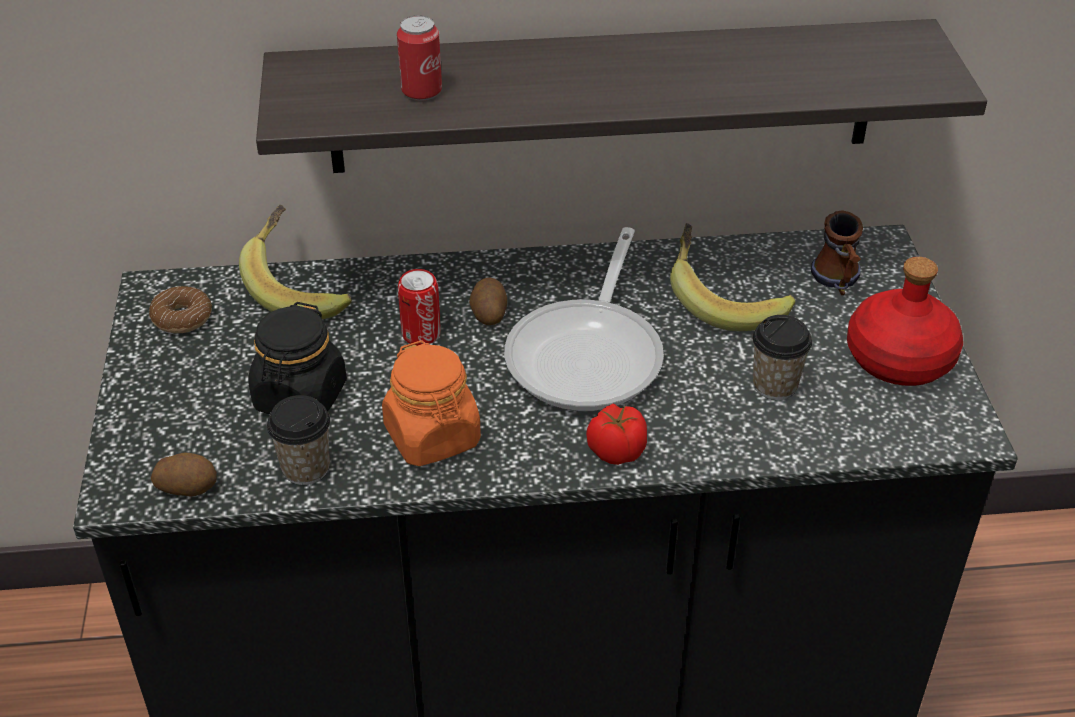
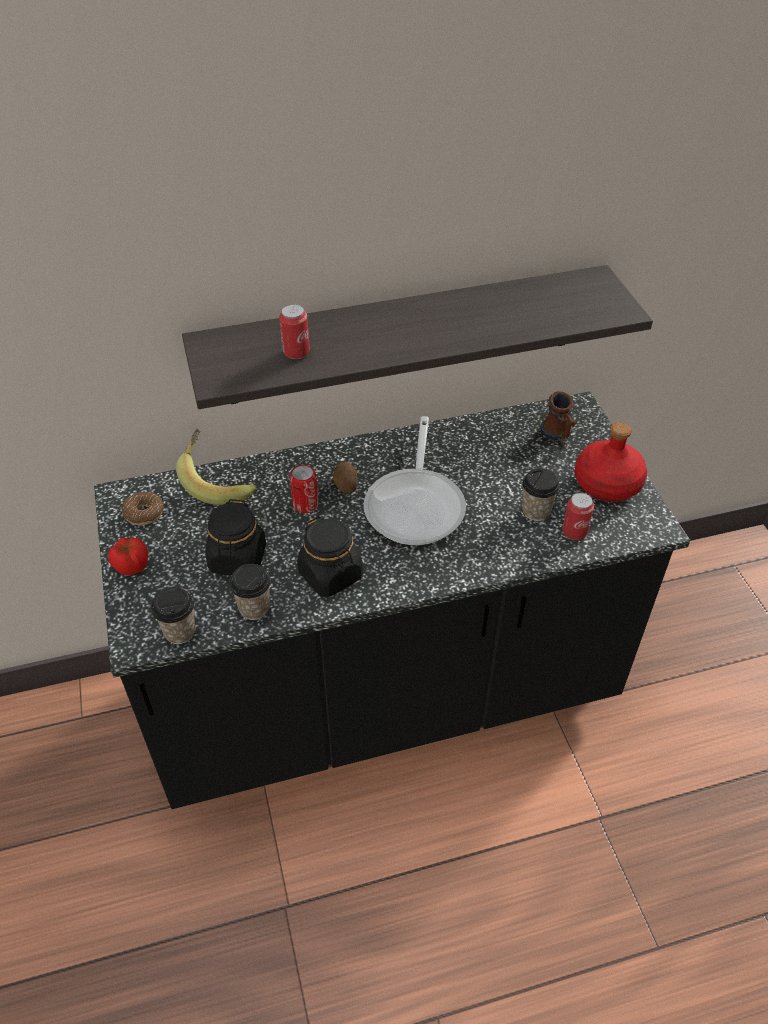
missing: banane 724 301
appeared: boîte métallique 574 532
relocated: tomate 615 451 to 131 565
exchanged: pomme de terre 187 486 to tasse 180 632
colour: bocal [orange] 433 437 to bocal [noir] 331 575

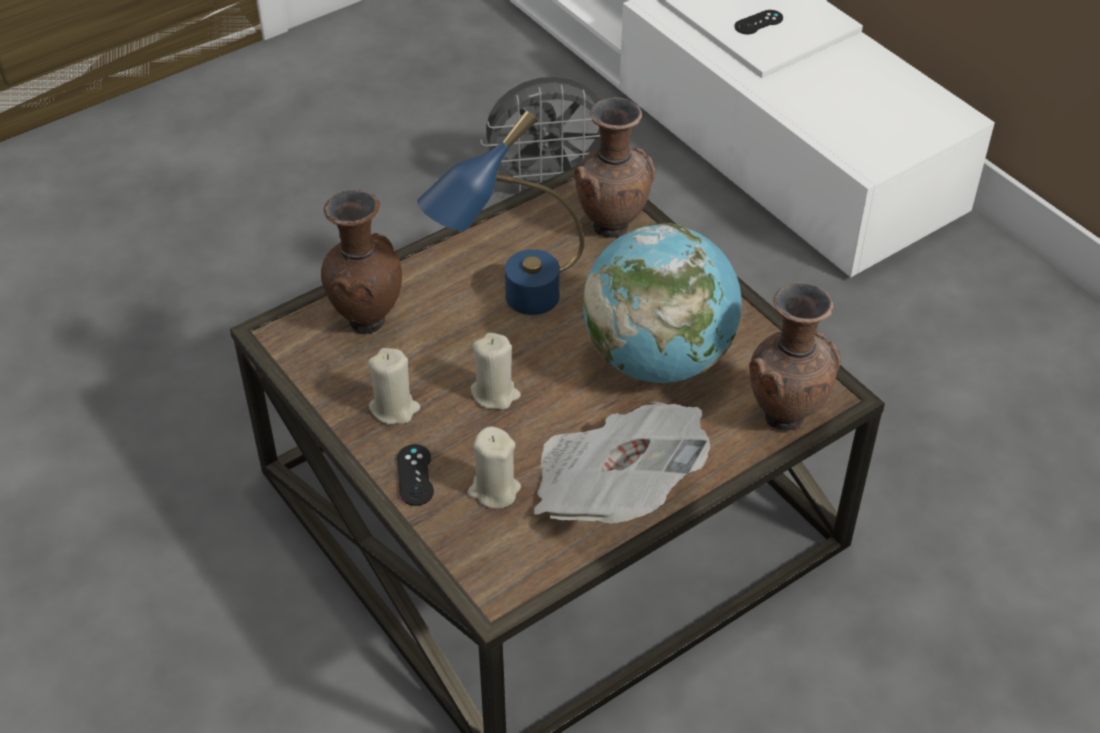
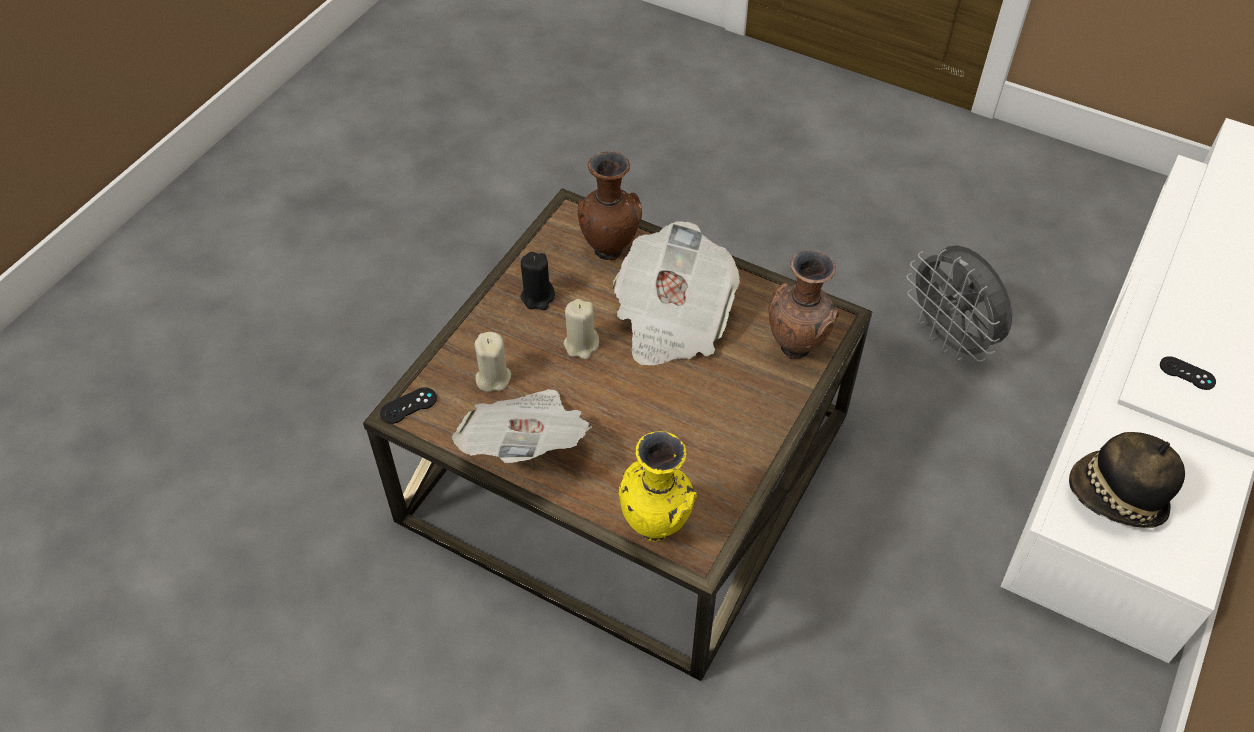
missing: globe 658 358
appeared: chapeau 1116 497
relocated: manette [noir] 415 475 to 408 406
exchanged: lampe de table [bleu] 508 306 to journal 671 319
colour: bougie [beige] 394 408 to bougie [noir] 538 297; vase [marron] 784 415 to vase [jaune] 657 527

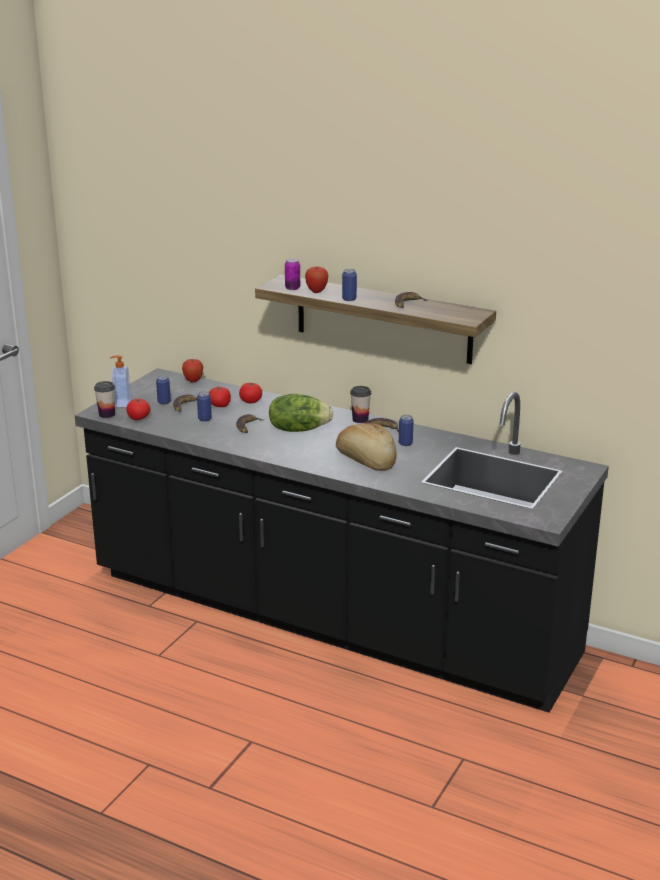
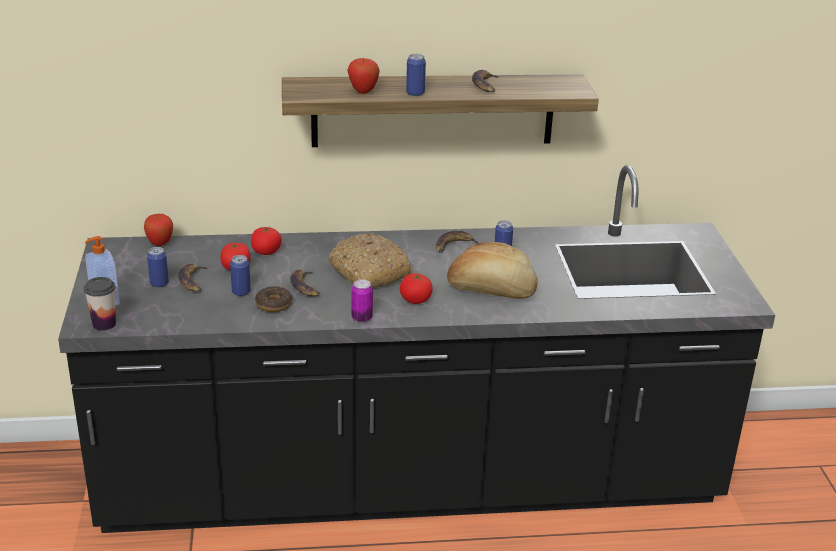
missing: tasse 360 419
appeared: beignet 274 304
relocated: tomate 138 418 to 415 300; boîte métallique 292 288 to 361 318
exchanged: laitue 298 429 to pain 368 272

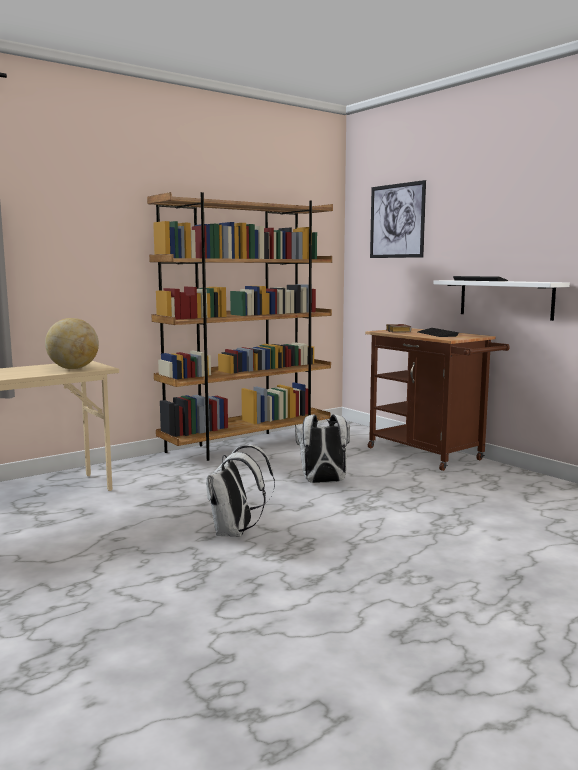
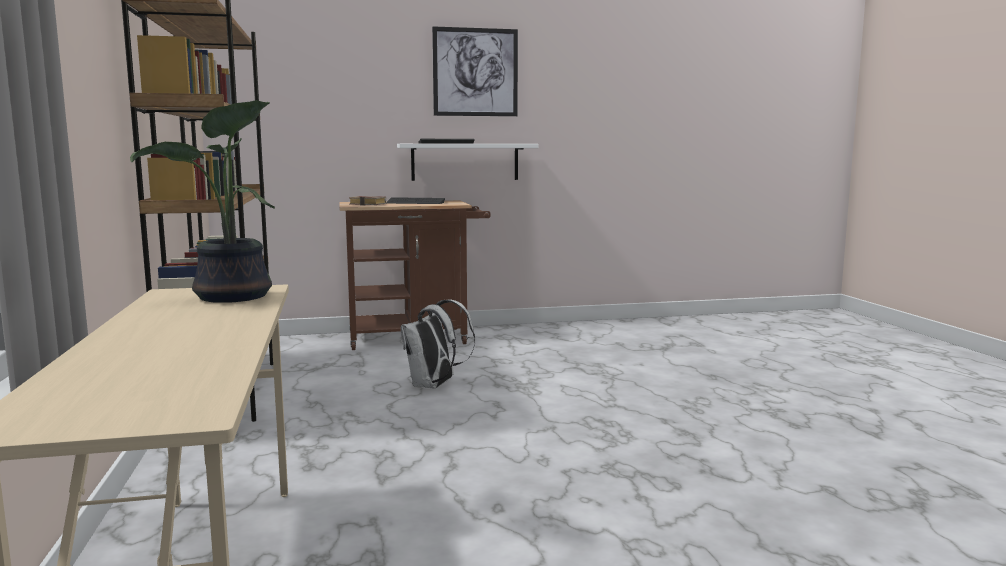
missing: sac à dos [blanc] 235 533
relocated: tableau 397 221 to 475 72
exchanged: globe 73 368 to plante en pot 231 297

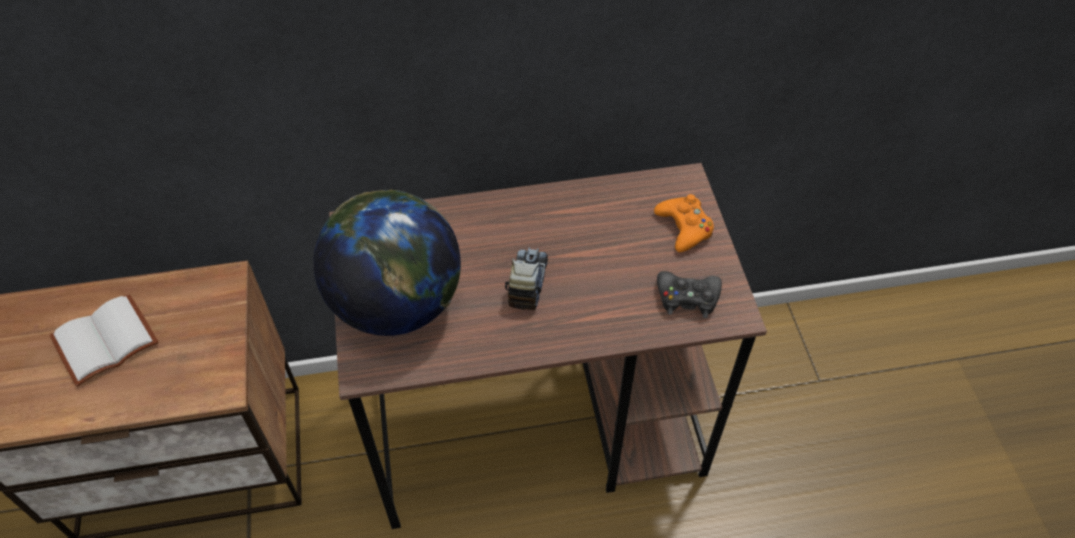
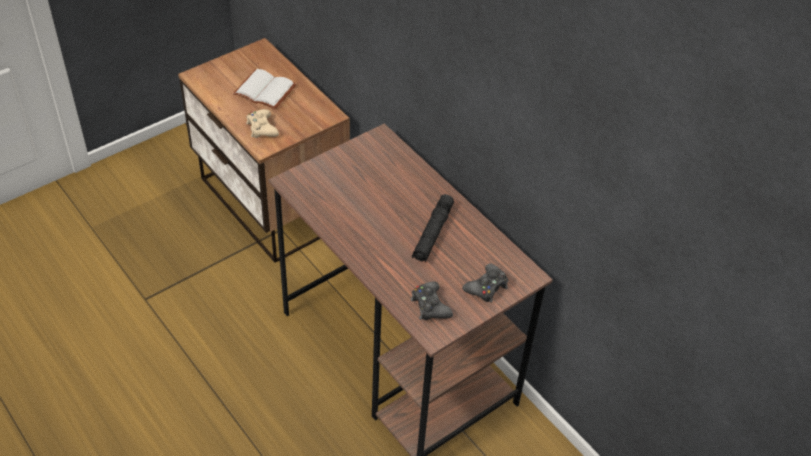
missing: globe 397 304; camion jouet 527 283
appeared: manette [beige] 262 128; lampe de poche [noir] 433 233
colour: manette [orange] 684 228 to manette [noir] 486 287

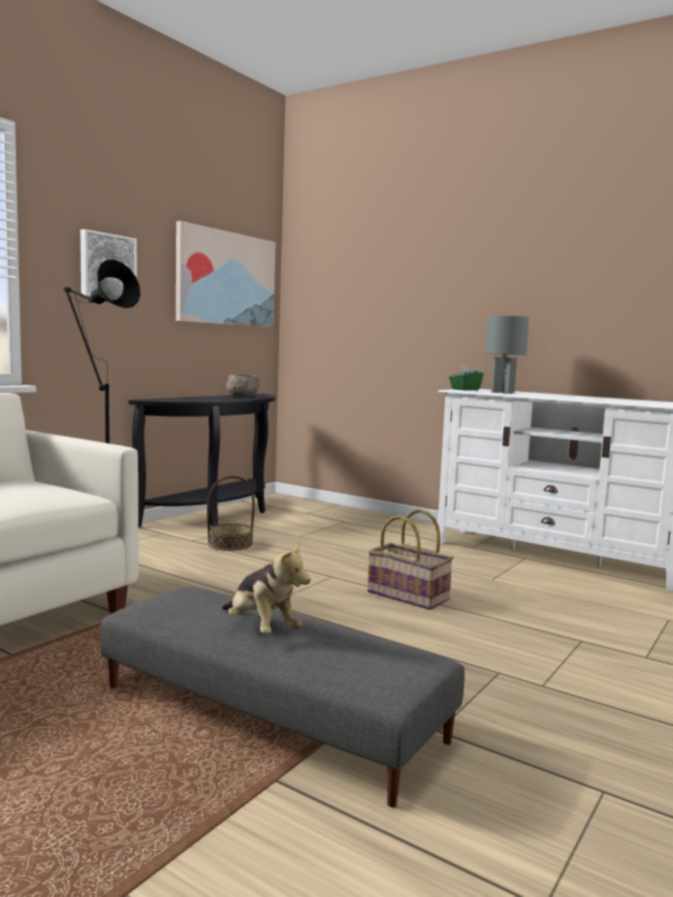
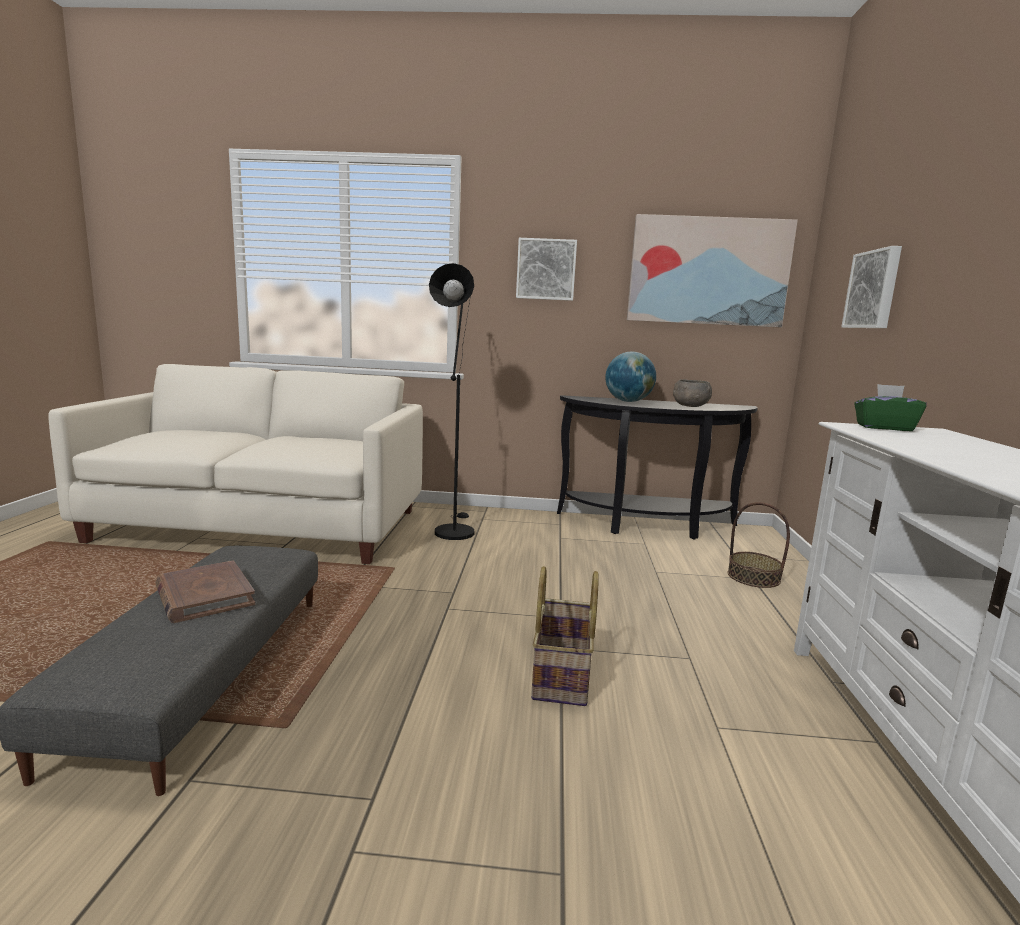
missing: lampe de table [gris] 502 392
appeared: globe 628 401; tableau 874 290
relocated: panier 230 544 to 753 577
exchanged: peluche 261 629 to livre [marron] 204 596

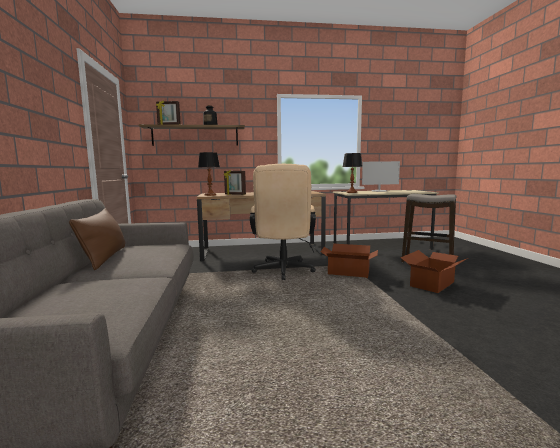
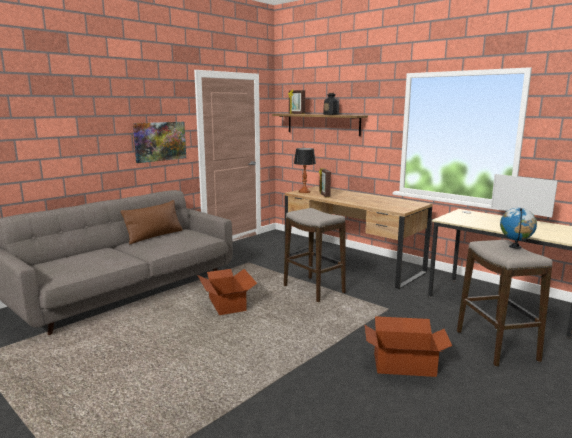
missing: lampe de table 352 192
appeared: tableau 160 141; globe 515 247
relocated: carton 348 272 to 227 304
exchanged: chaise de bureau [beige] 283 271 to tabouret 313 289

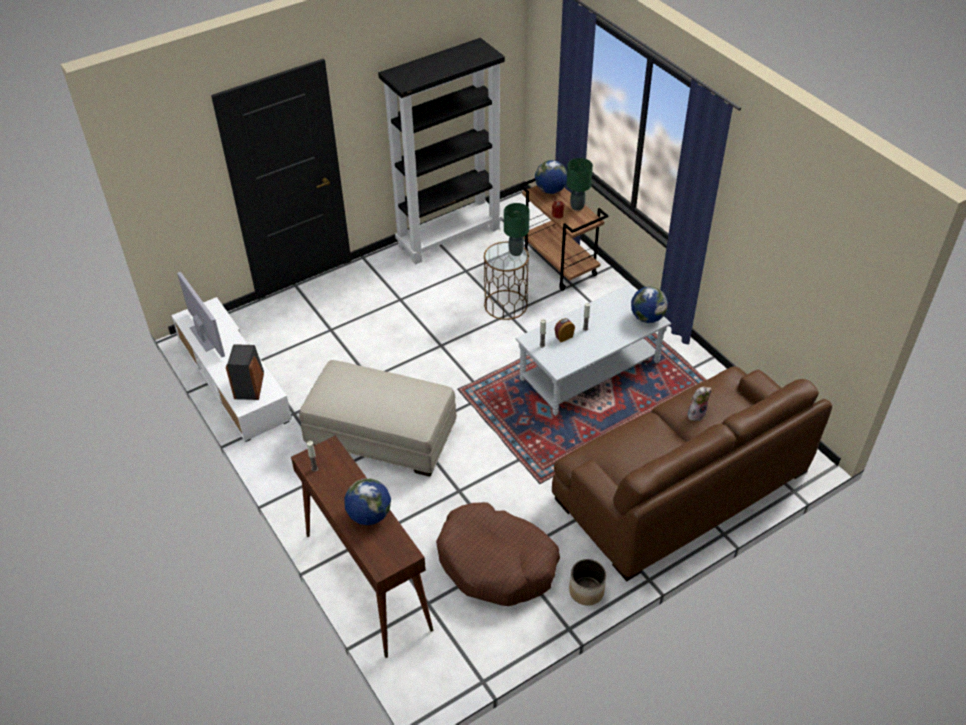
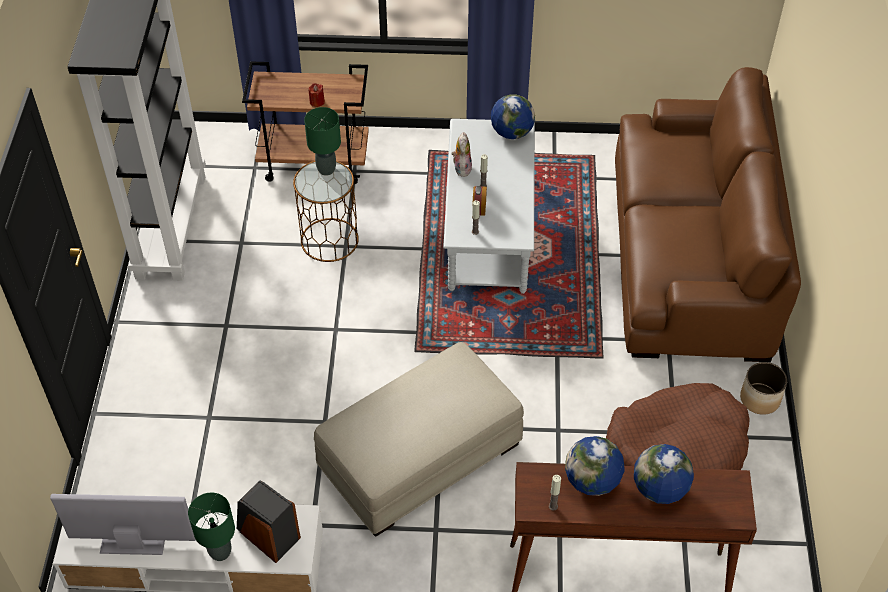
relocated: globe 550 190 to 592 481; lampe de table [vert] 577 207 to 220 552; peluche 696 413 to 461 168

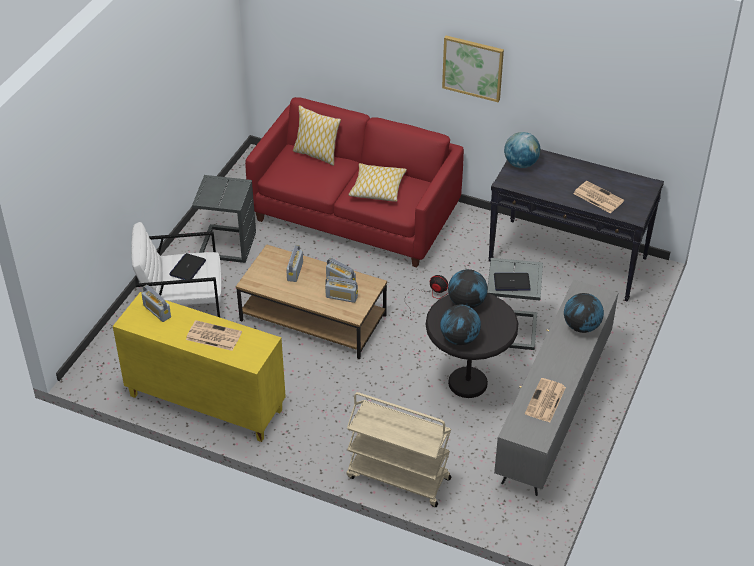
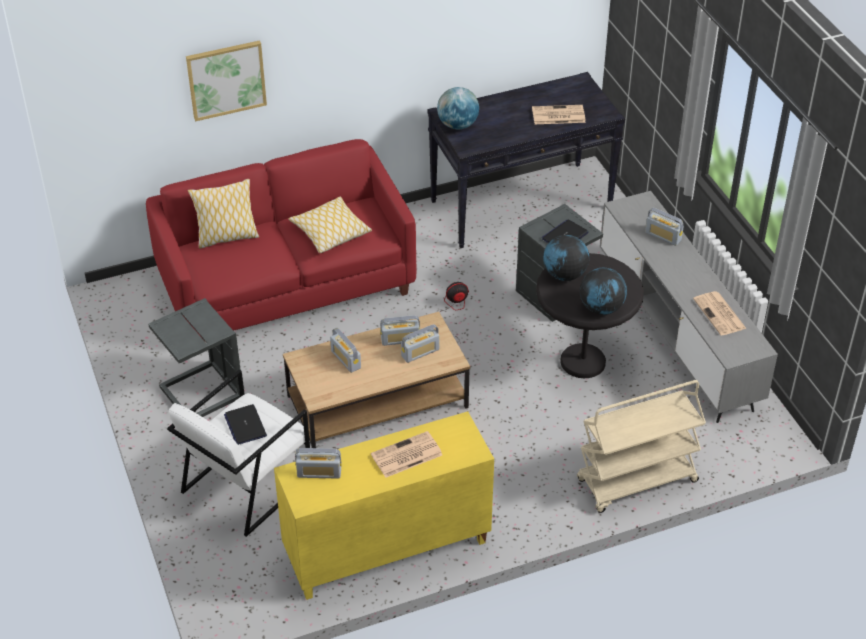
relocated: tableau 473 67 to 226 79
exchanged: globe 581 327 to radio 663 236

